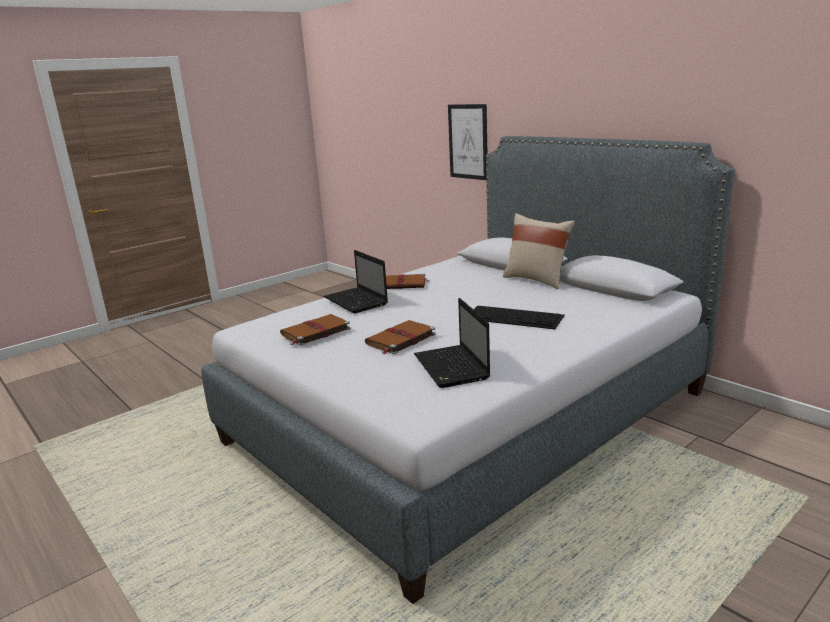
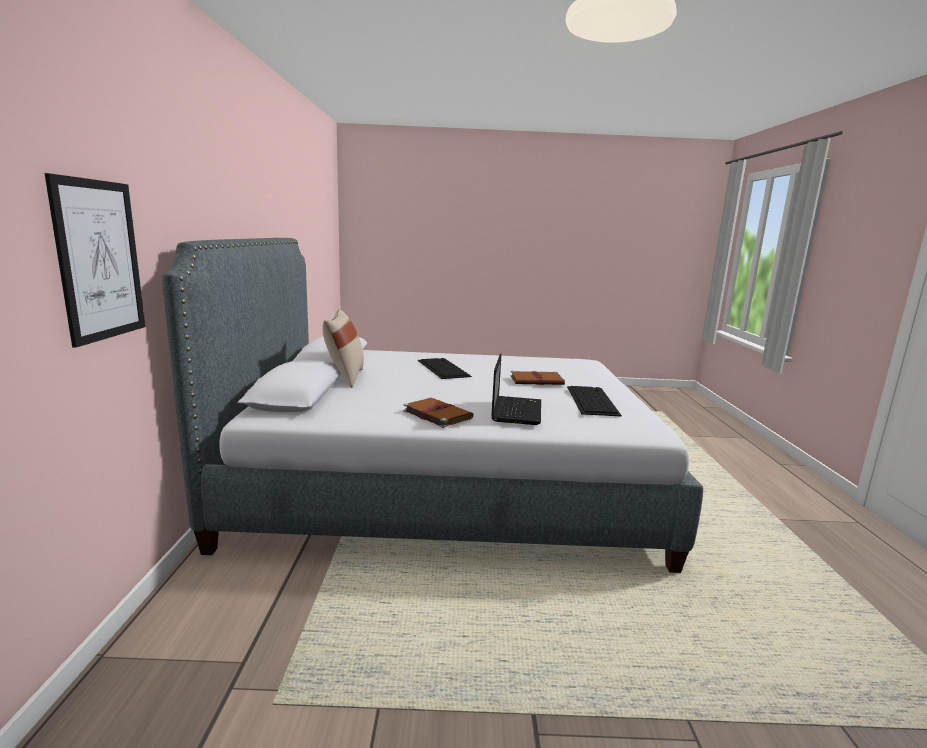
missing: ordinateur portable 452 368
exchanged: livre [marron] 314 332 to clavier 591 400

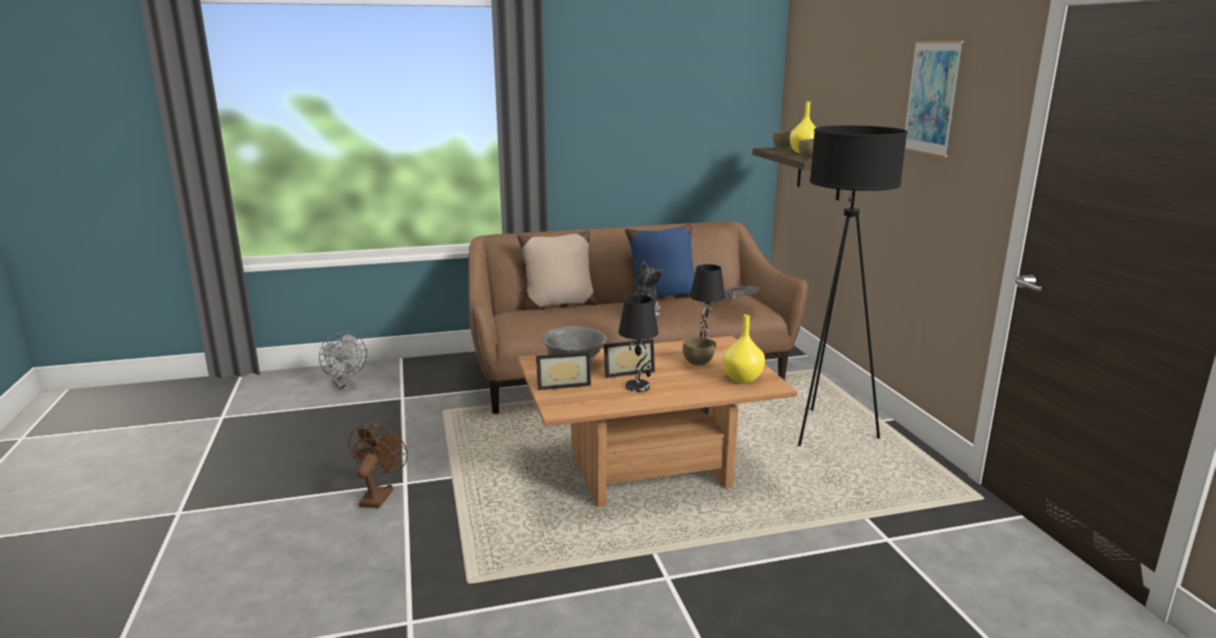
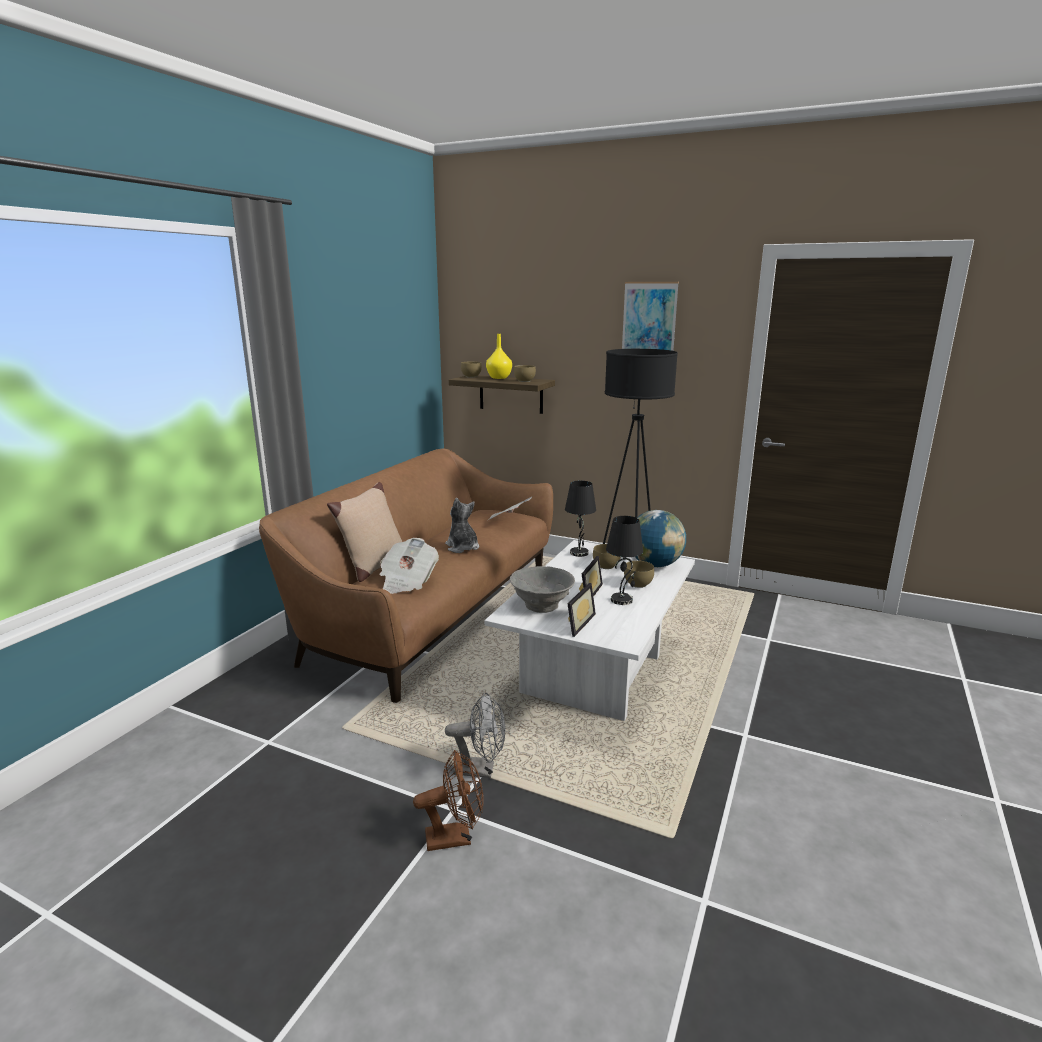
missing: coussin [bleu] 662 296
appeared: journal 407 581; bol [marron] 637 584
relocated: ventilateur [gris] 346 387 to 481 769
exchanged: vase [jaune] 743 378 to globe 655 565
colour: table basse [marron] 648 471 to table basse [blanc] 596 676
spun: ventilateur [marron] 378 495 = 455 837 120 degrees clockwise

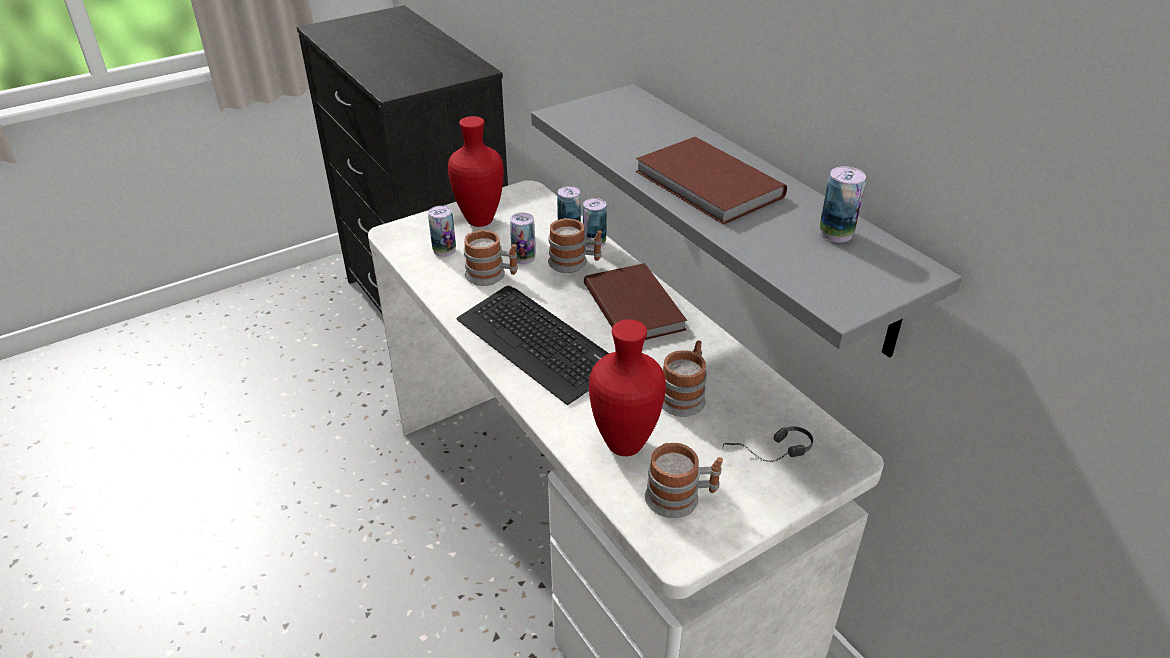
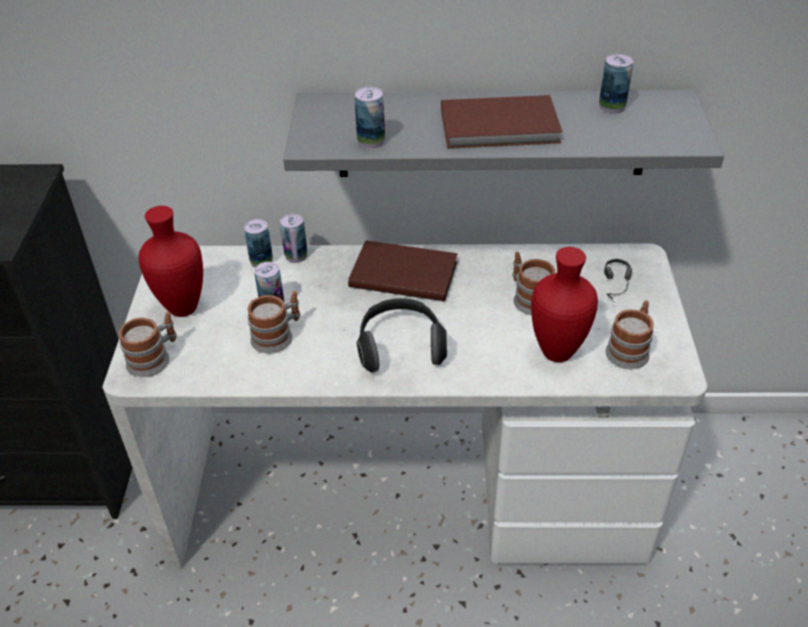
relocated: boîte métallique 444 250 to 371 142; mug 574 263 to 154 358
exchanged: clavier 539 344 to casque audio 400 347

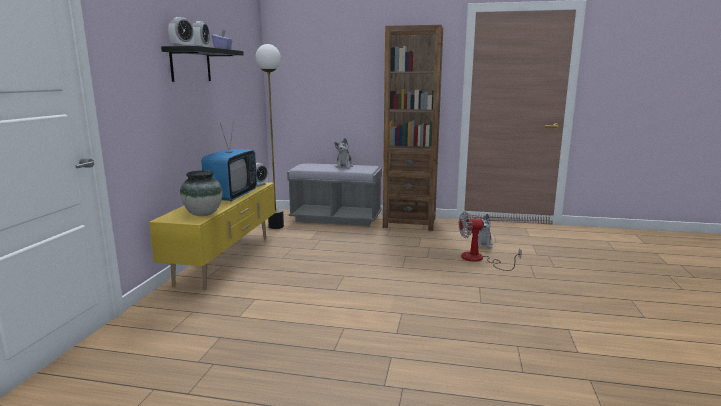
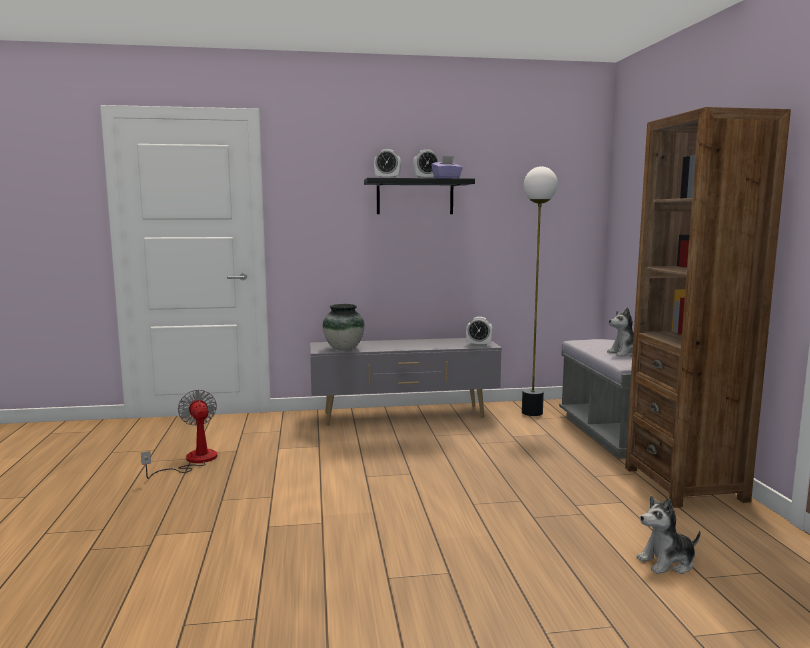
missing: téléviseur 232 196
relocated: ventilateur 479 259 to 193 461
colour: meuble télé [jaune] 226 259 to meuble télé [gris] 404 415

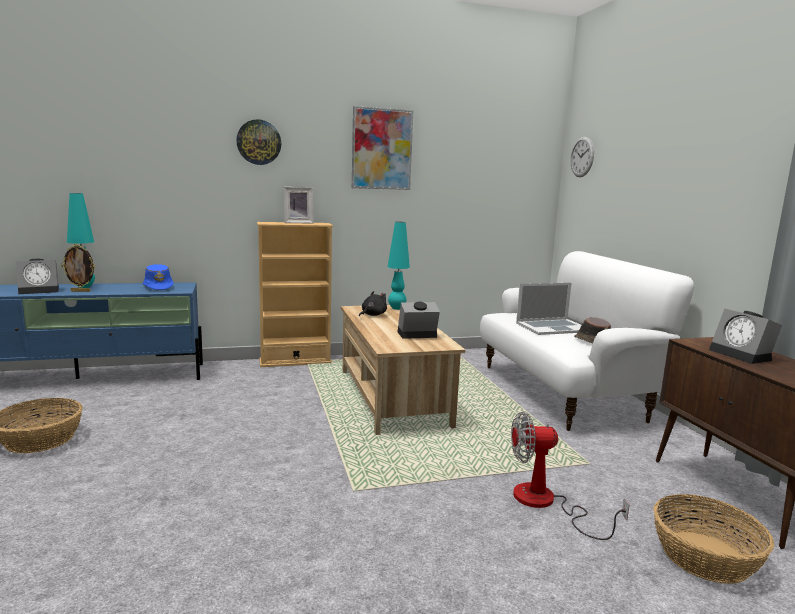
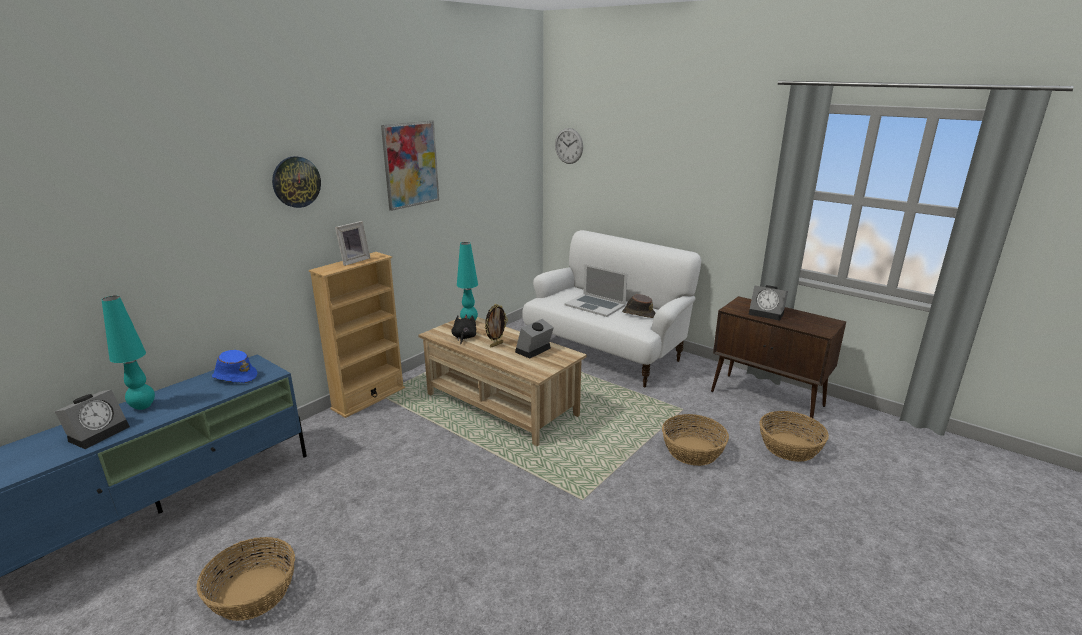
relocated: cadre photo 81 291 to 496 344
exchanged: ventilateur 546 503 to panier 693 451
spun: ordinateur portable 552 327 = 595 305 90 degrees clockwise

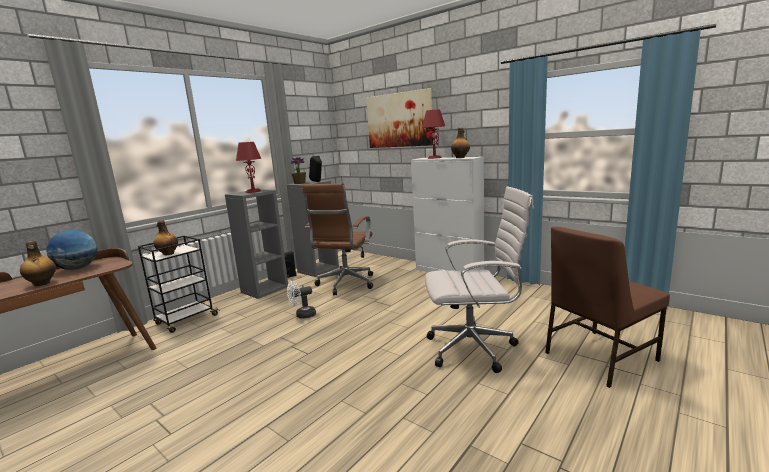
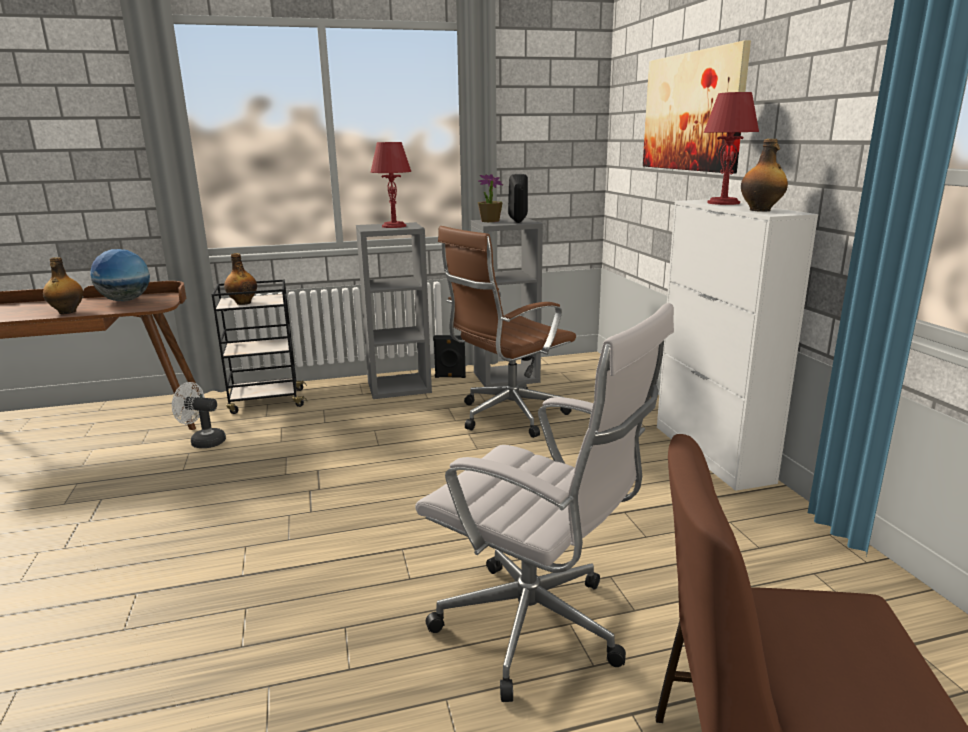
relocated: ventilateur [blanc] 302 315 to 203 441

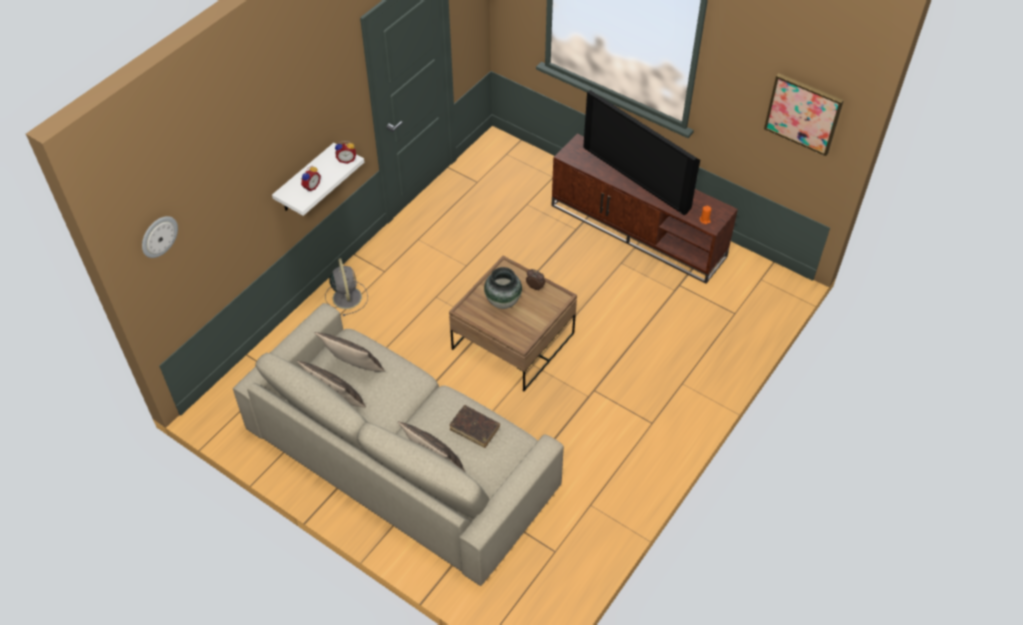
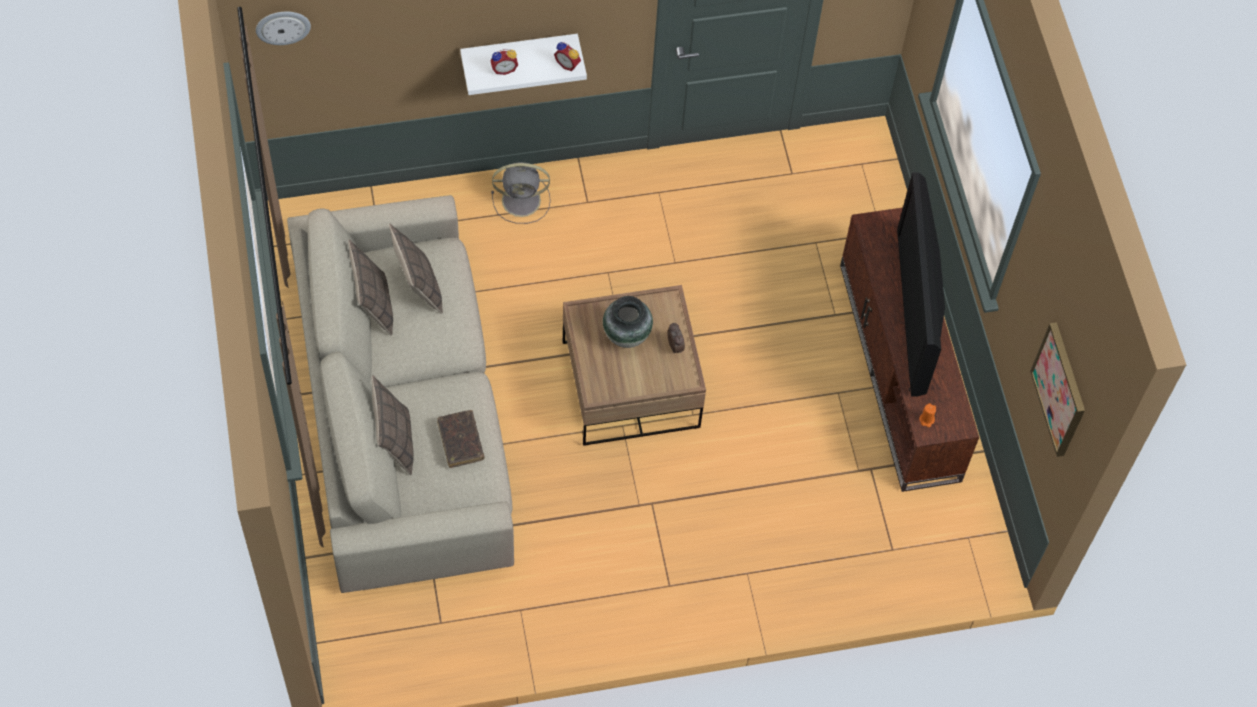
spun: ventilateur [gris] 347 296 = 523 200 60 degrees clockwise

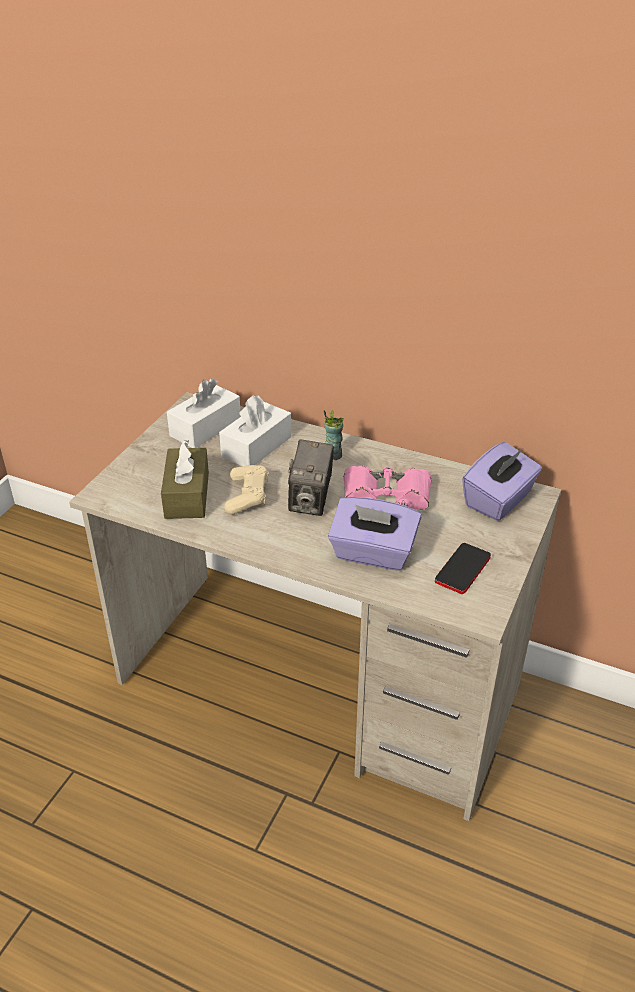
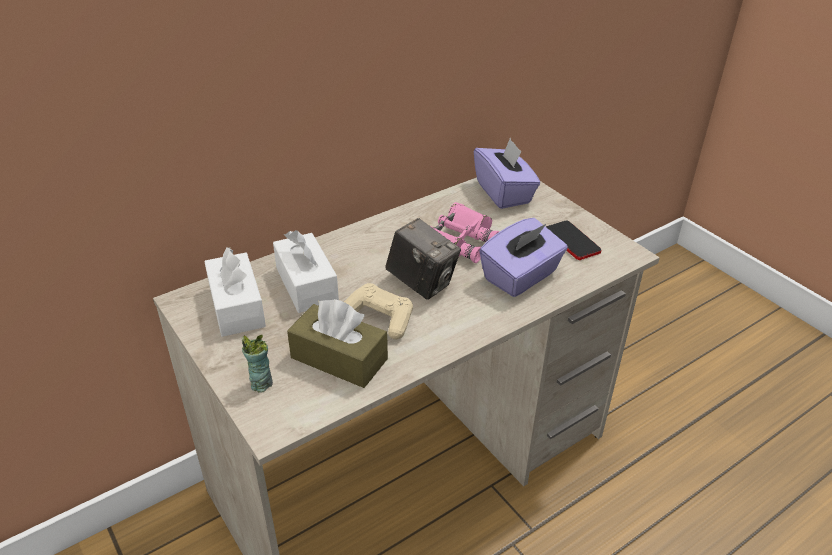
relocated: tasse 333 455 to 261 383

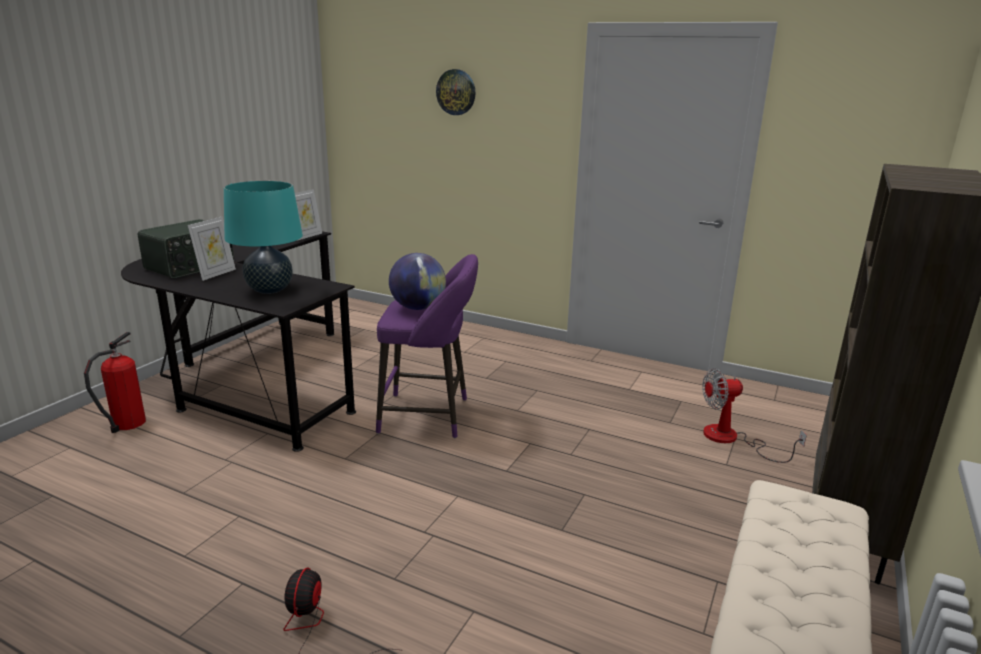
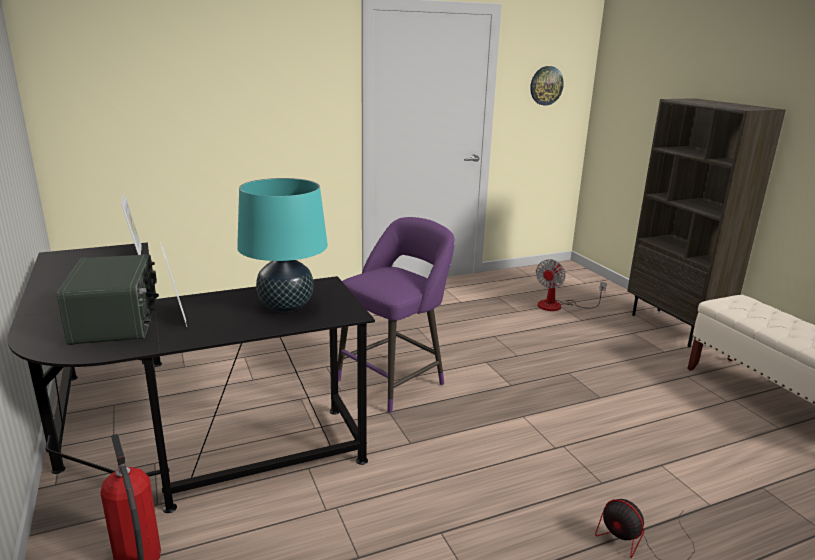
missing: globe 418 308
relocated: horloge murale 456 92 to 546 85

